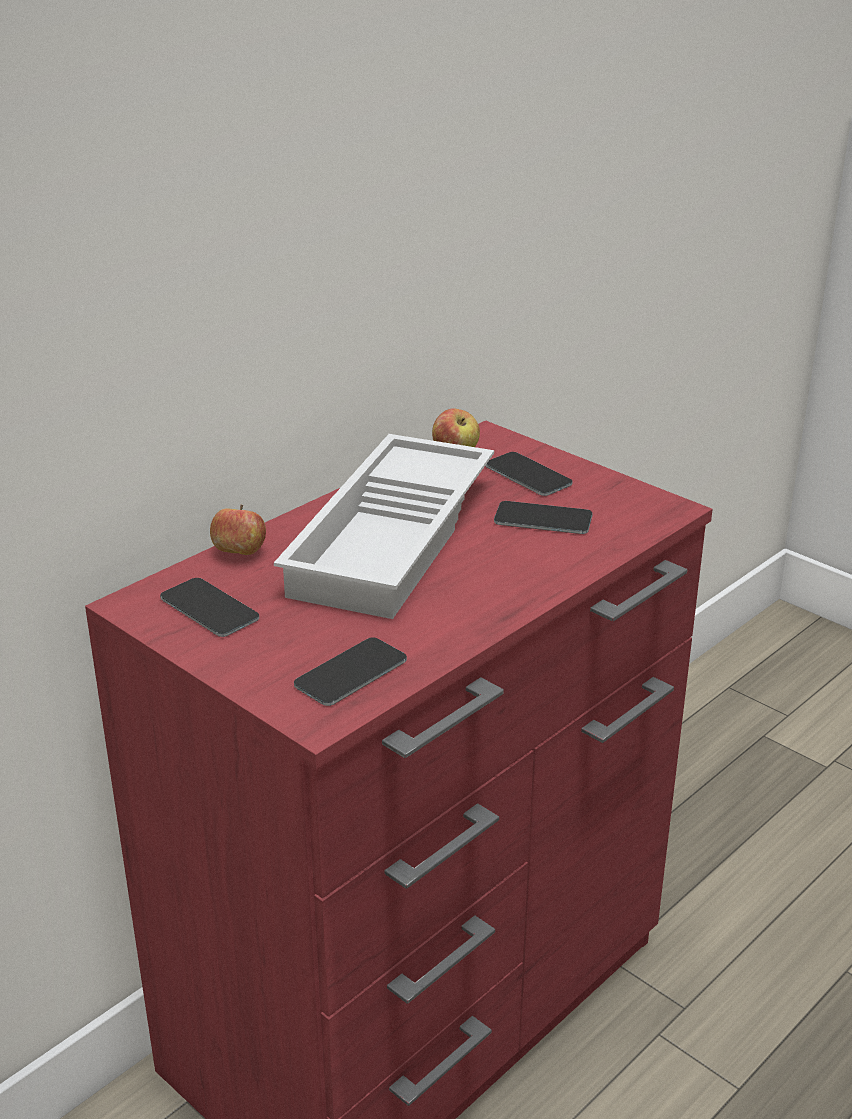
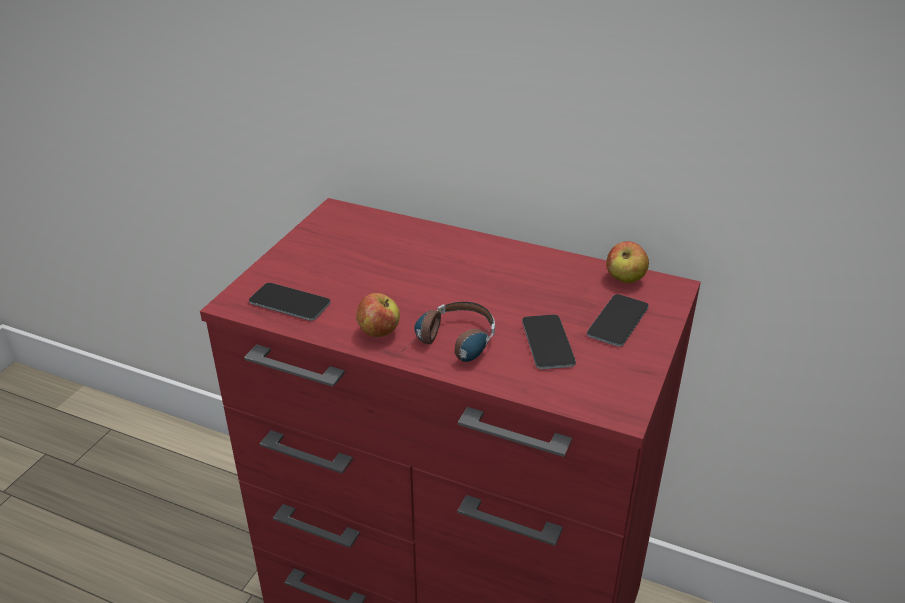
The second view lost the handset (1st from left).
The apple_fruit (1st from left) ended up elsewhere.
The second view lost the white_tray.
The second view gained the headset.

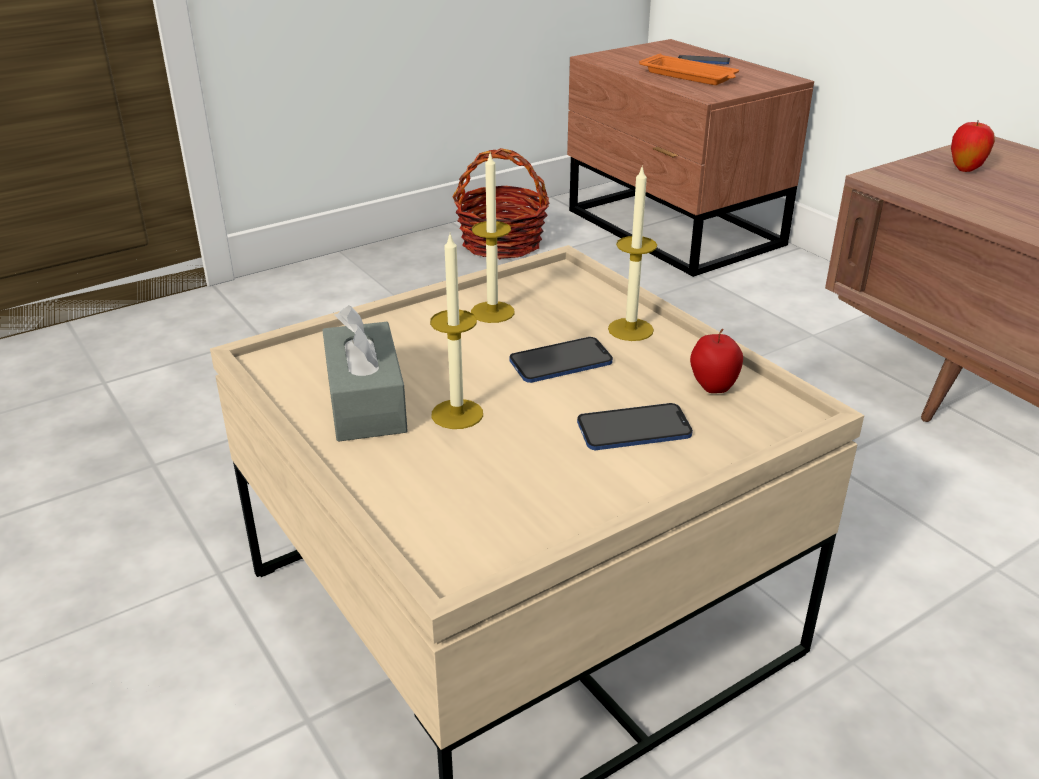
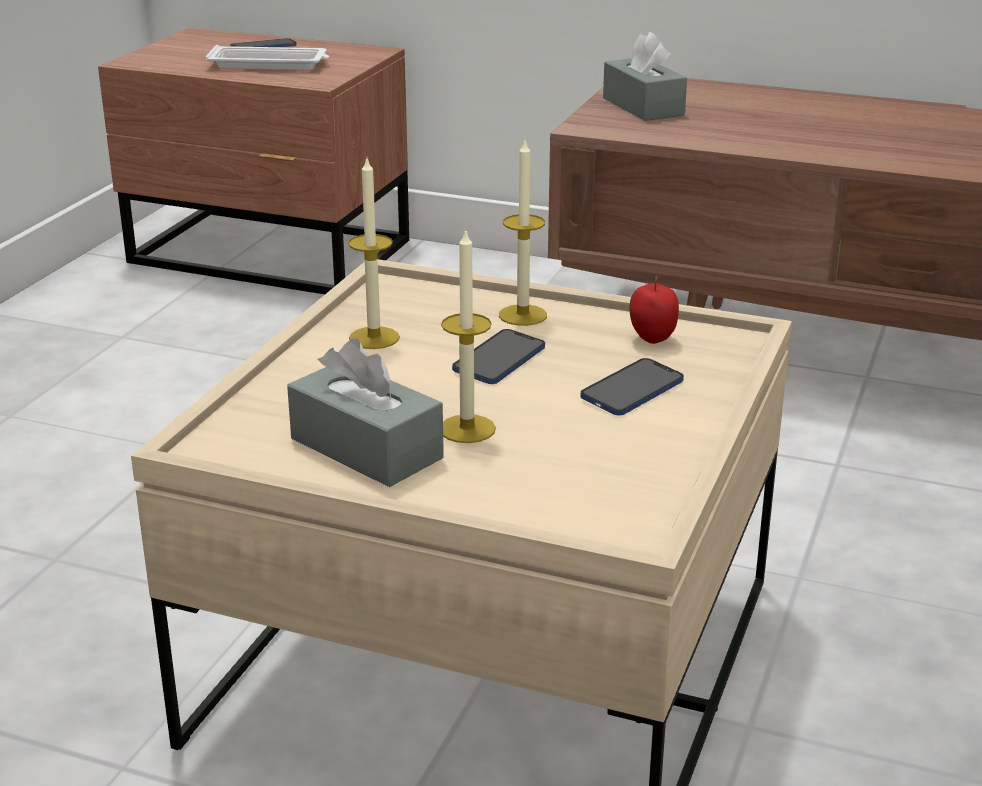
The second view lost the basket.
What was the orangey_tray turned into the white_tray.
Where the apple_fruit (2nd from left) stood, the grey_tissue_holder (2nd from left) came to stand.

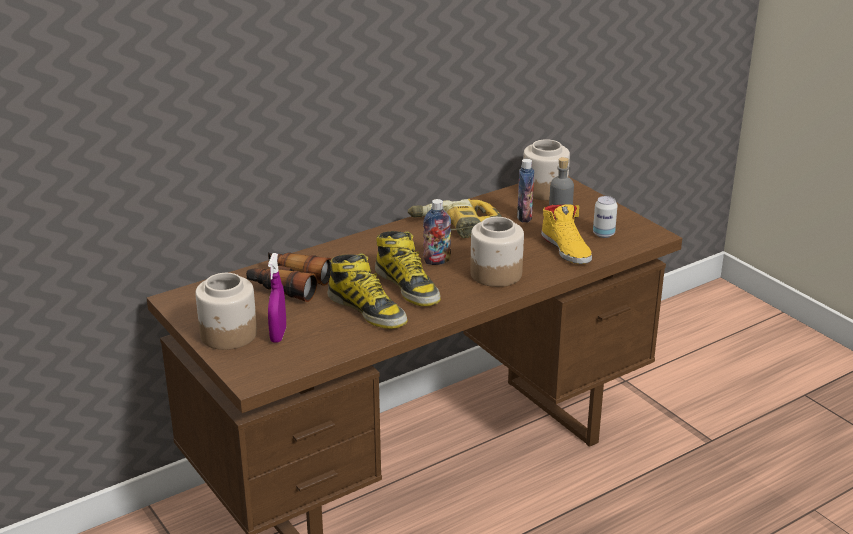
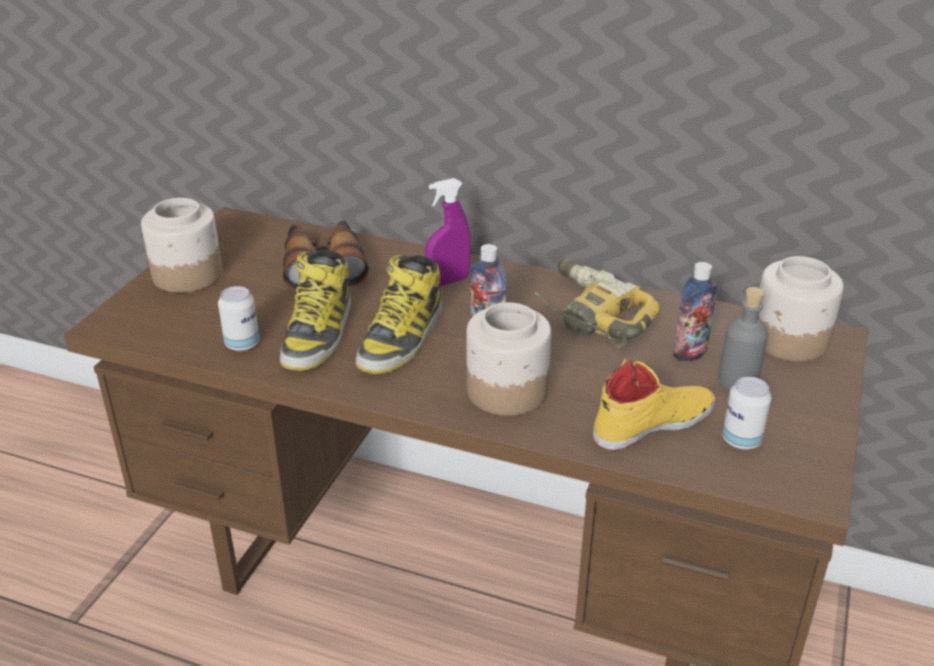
The purplish_spray_bottle ended up elsewhere.
The yellowish_low_shoe ended up facing another way, 150 degrees counterclockwise from before.
The second view gained the metal_can (1st from left).

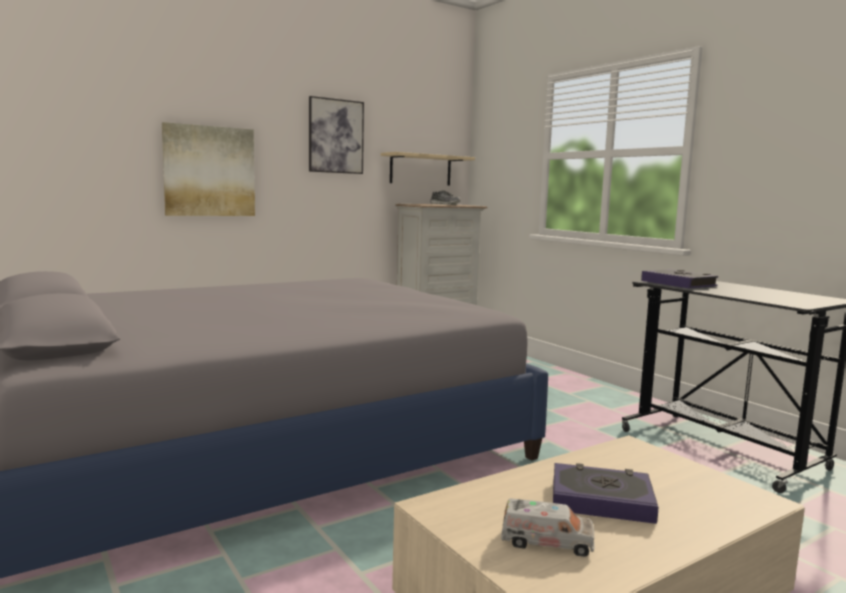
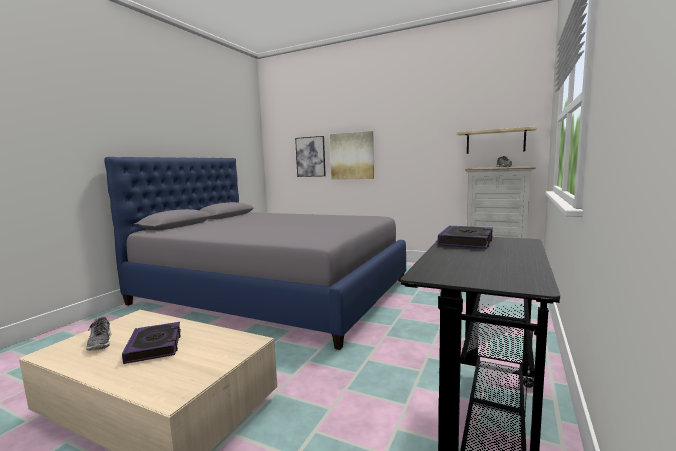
The wall_picture (2nd from left in the first image) ended up elsewhere.
Where the model_truck stood, the low_shoe (1st from left) came to stand.

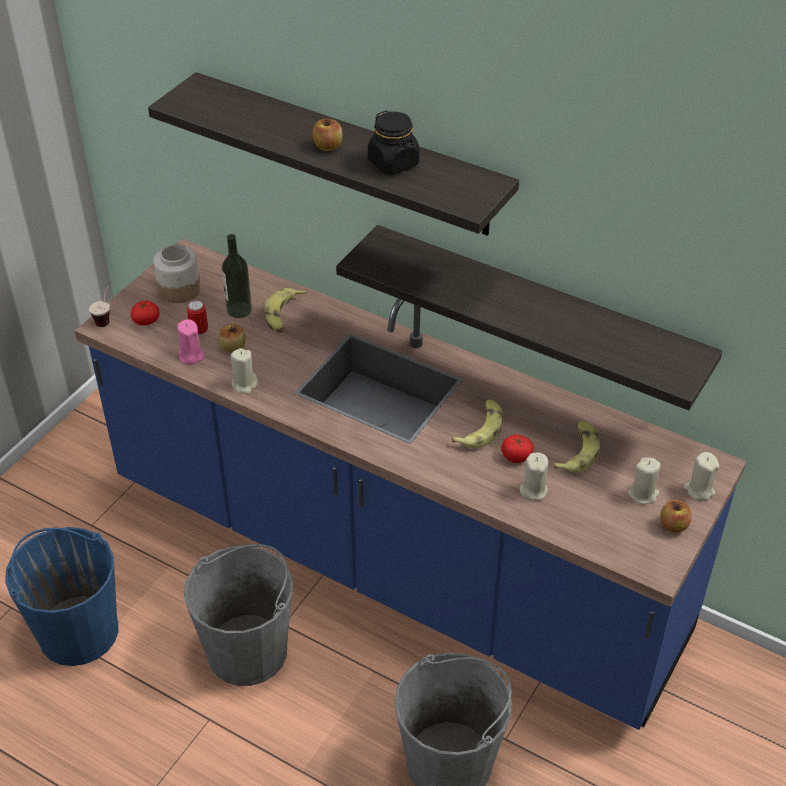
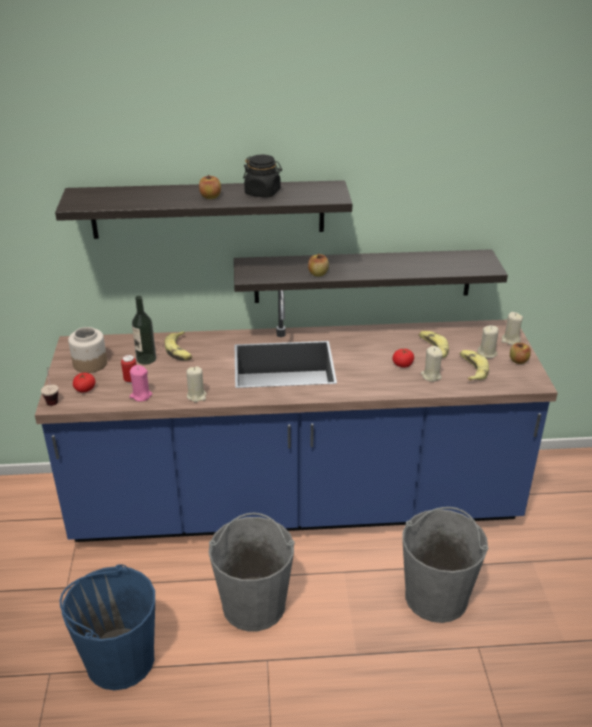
The apple_fruit (1st from left in the first image) ended up elsewhere.
The banana (2nd from left in the first image) ended up elsewhere.

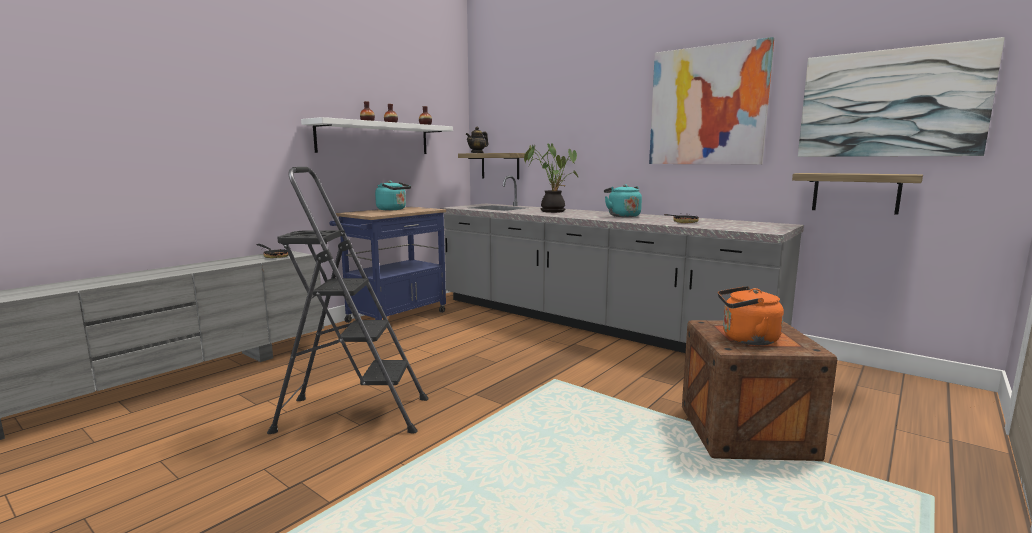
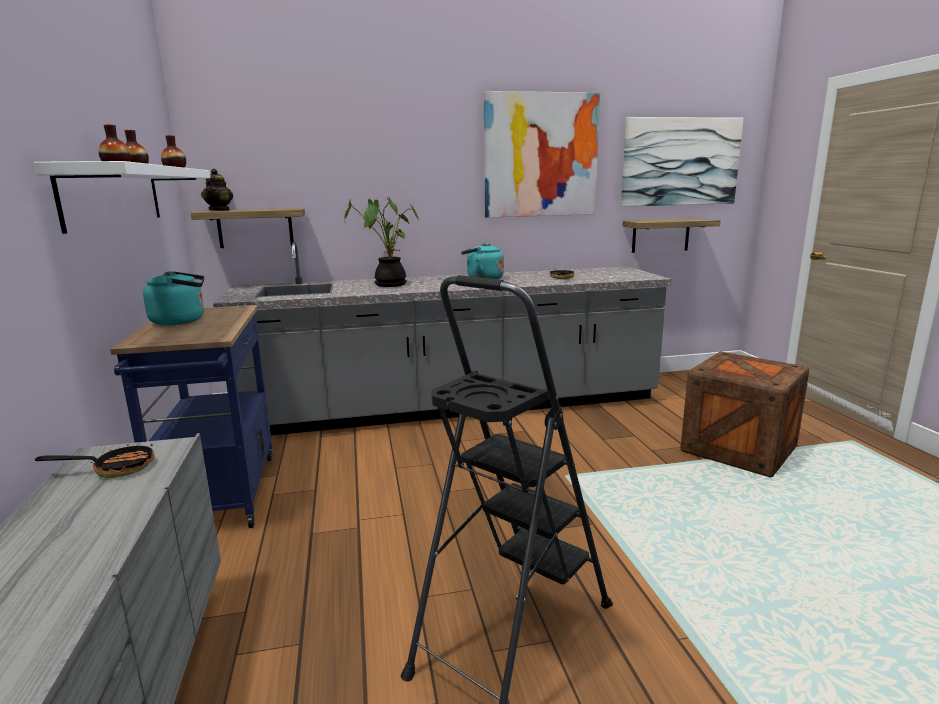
The second view lost the orangey_water_kettle.

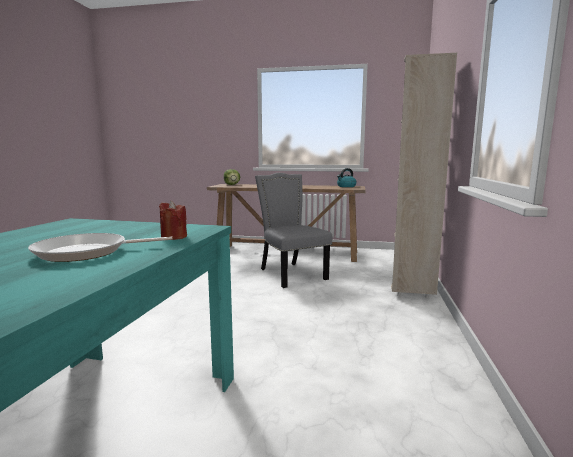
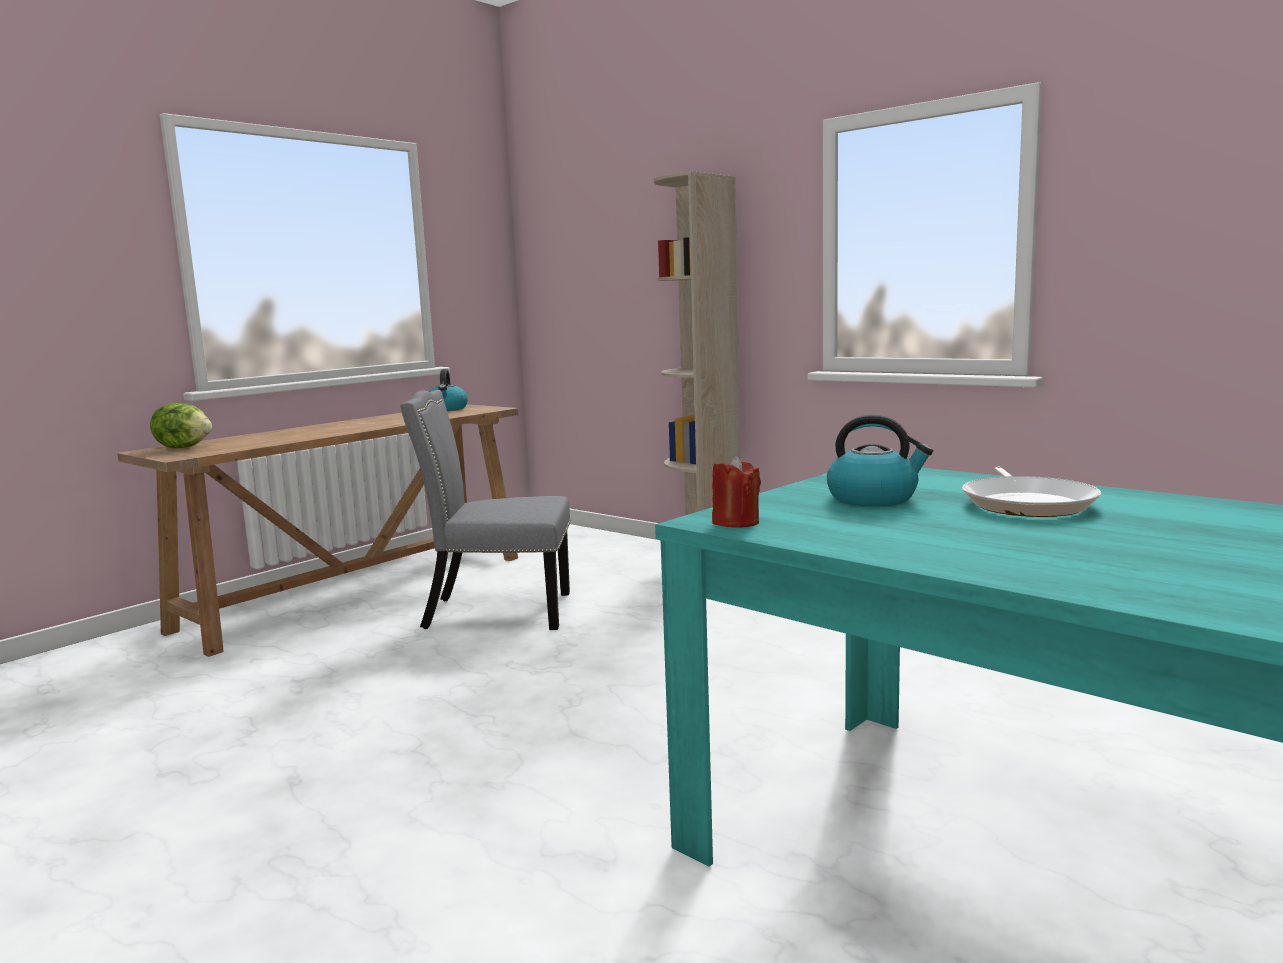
The red-coloured_wax_candle ended up elsewhere.
The second view gained the water_kettle (2nd from left).

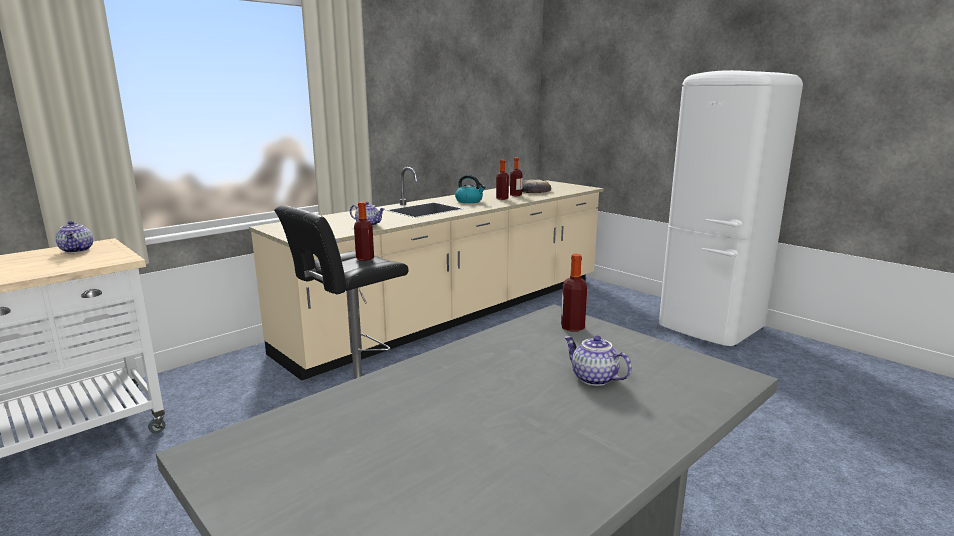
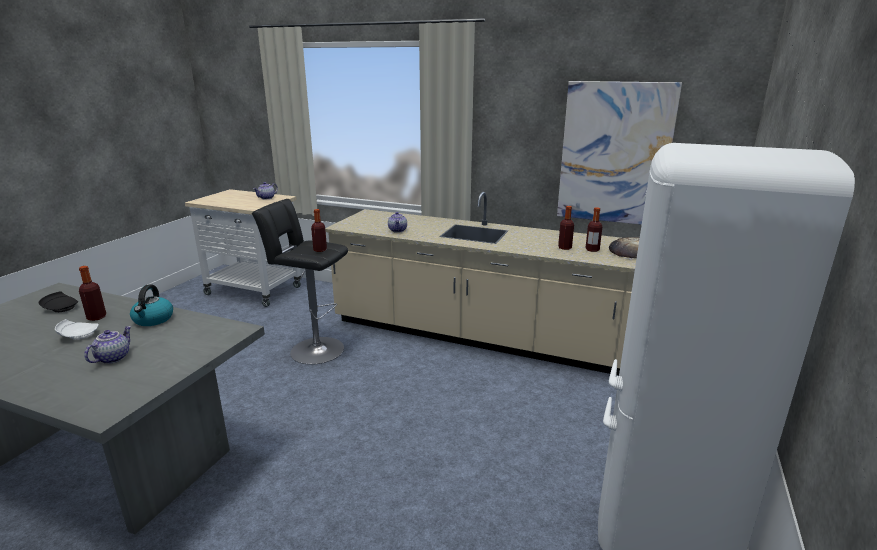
The water_kettle ended up elsewhere.
The drink_bottle (4th from left in the first image) ended up elsewhere.
The second view gained the black_flat_dish.
The second view gained the white_flat_dish.
The second view gained the wall_picture.

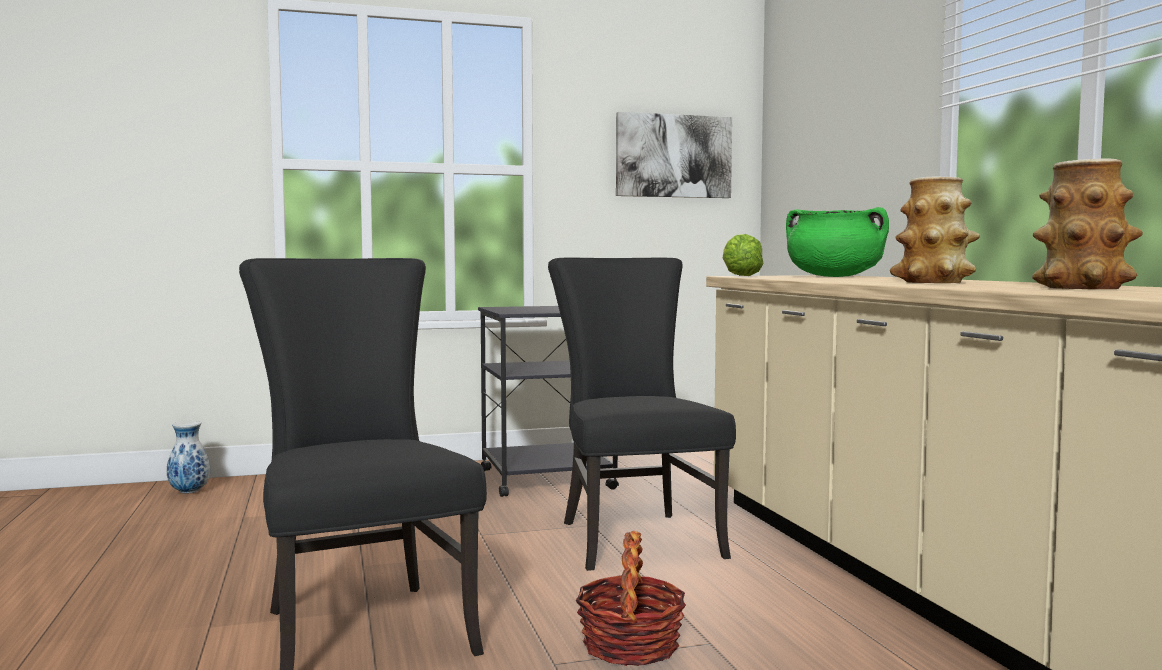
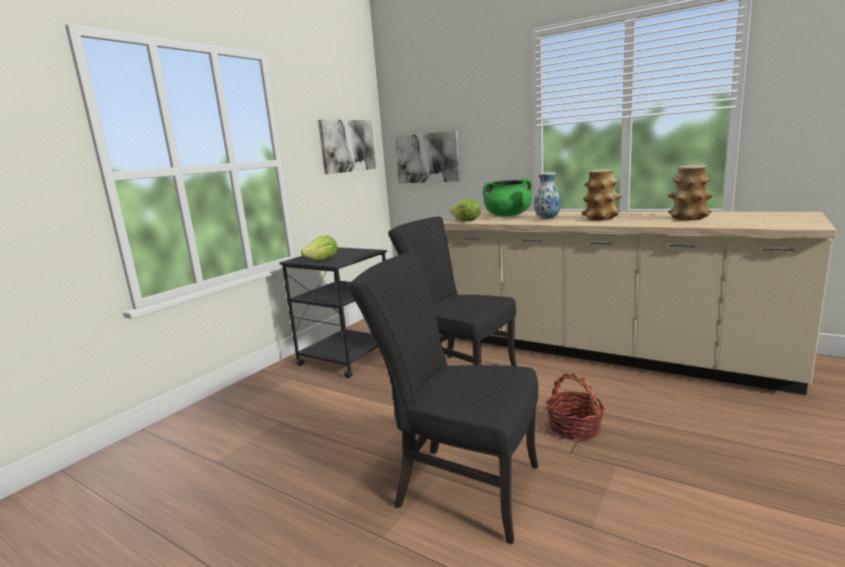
The vase (1st from left) ended up elsewhere.
The second view gained the head_of_lettuce (1st from left).
The second view gained the wall_picture (2nd from left).

